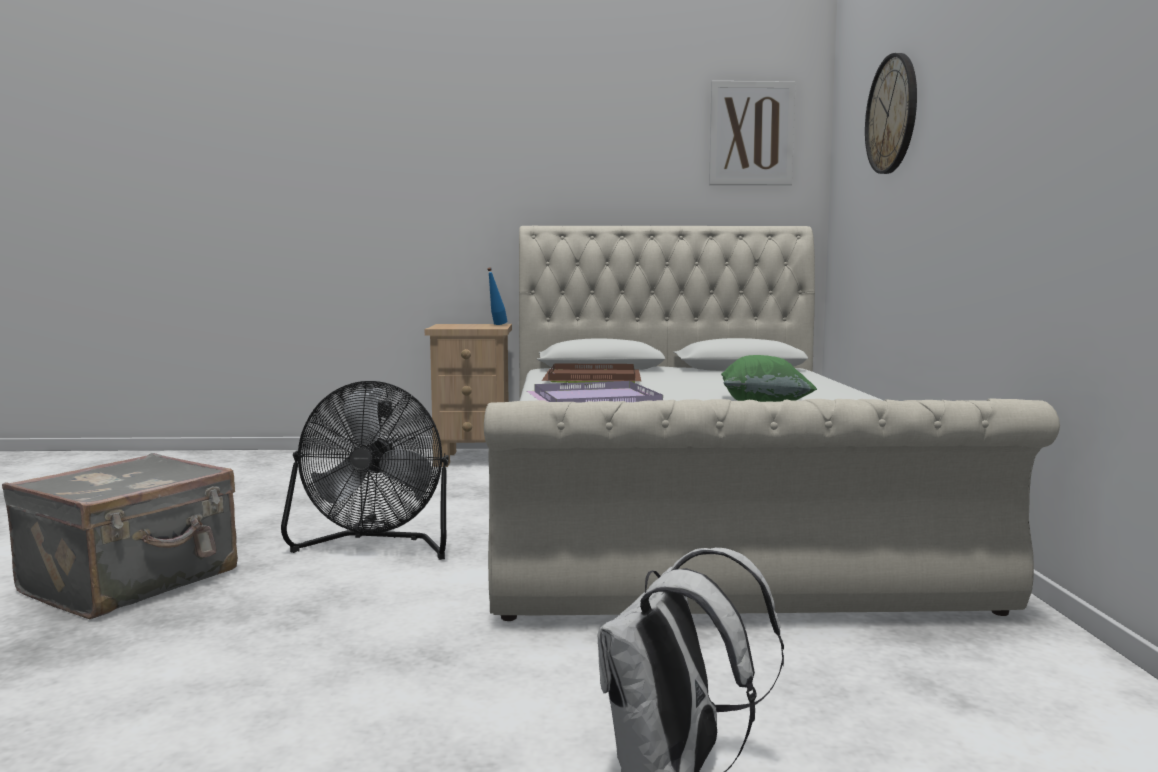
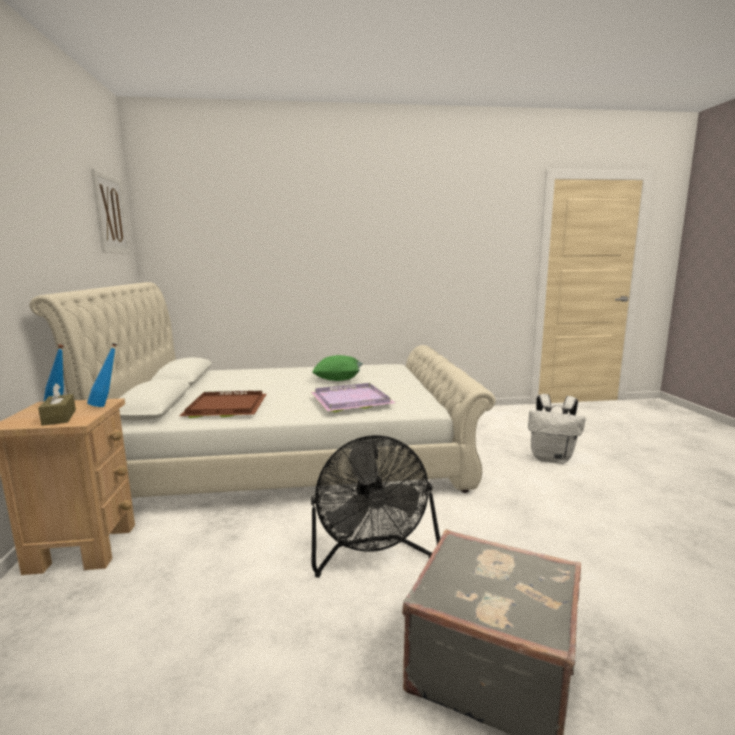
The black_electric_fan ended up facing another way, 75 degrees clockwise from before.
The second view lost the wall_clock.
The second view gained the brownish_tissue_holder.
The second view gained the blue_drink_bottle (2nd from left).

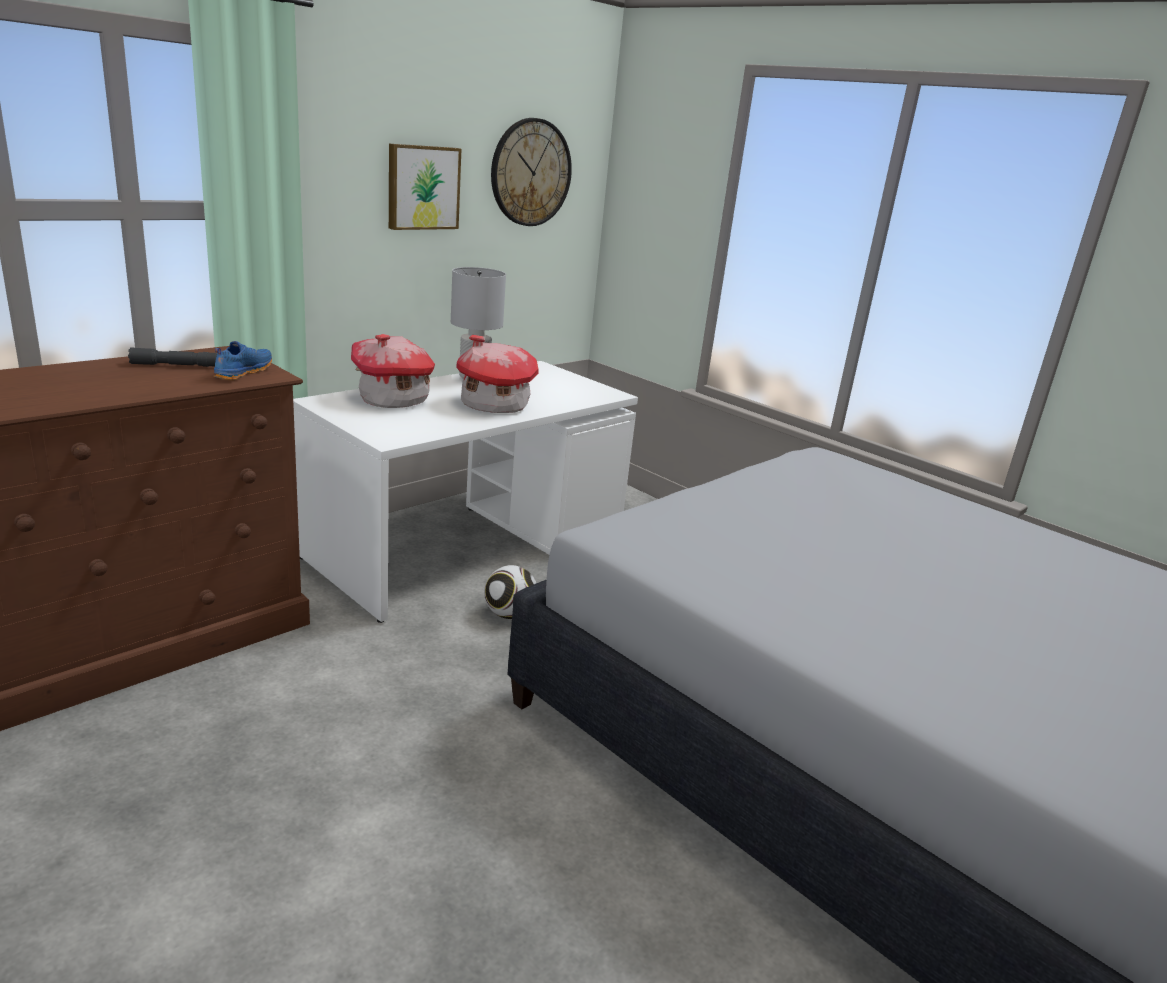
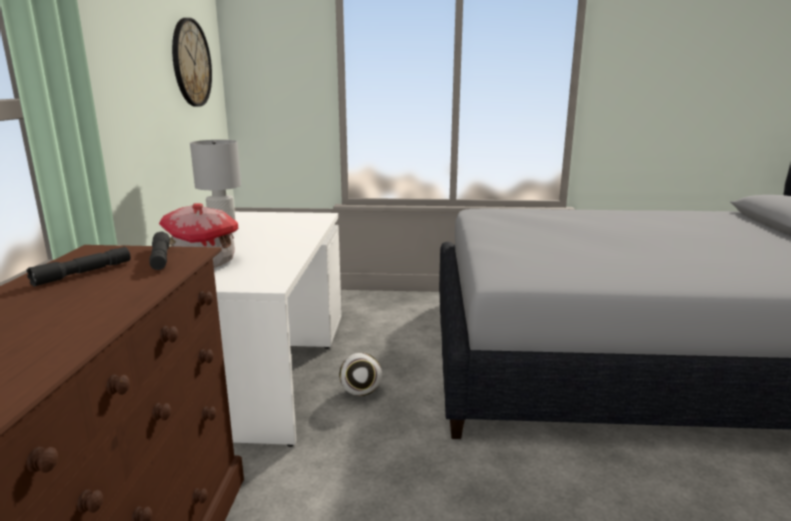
Where the blue_low_shoe stood, the grey_flashlight (2nd from left) came to stand.
The second view lost the wall_picture.
The second view lost the toy_house (2nd from left).

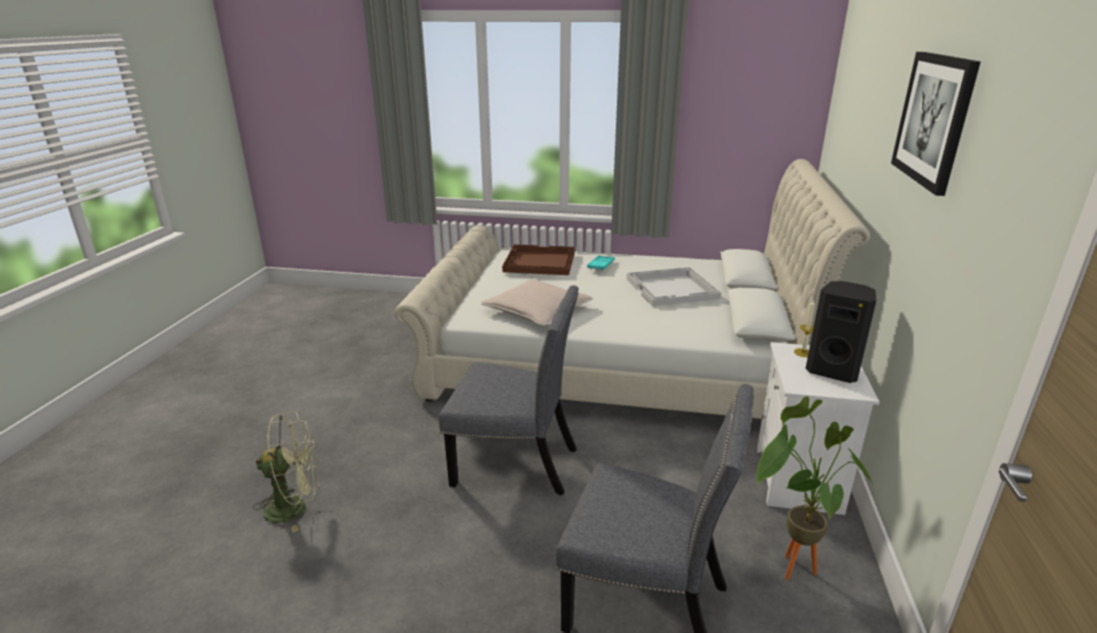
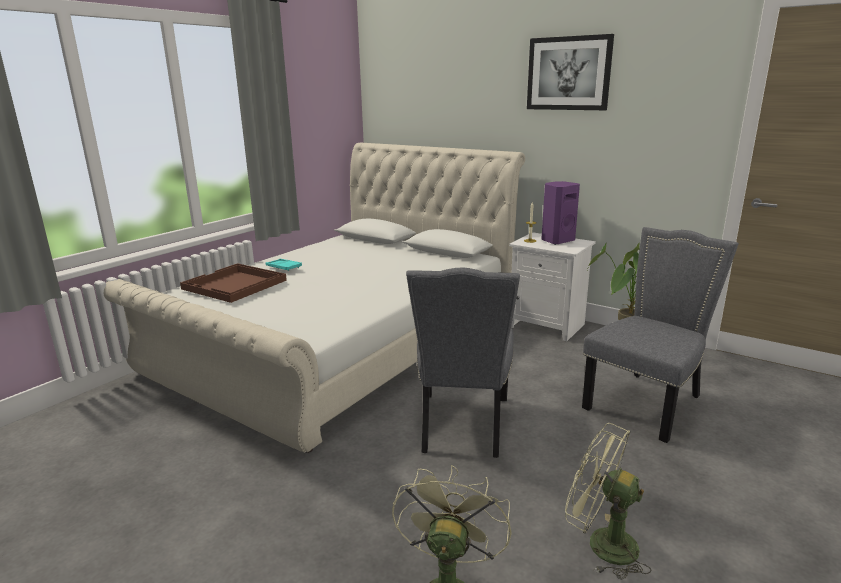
The grey_plain_chair (1st from left) ended up facing another way, 150 degrees clockwise from before.
The second view lost the beige_pillow.
The second view lost the white_tray.
What was the black_loudspeaker turned into the purplish_loudspeaker.
The second view gained the green_electric_fan (2nd from left).

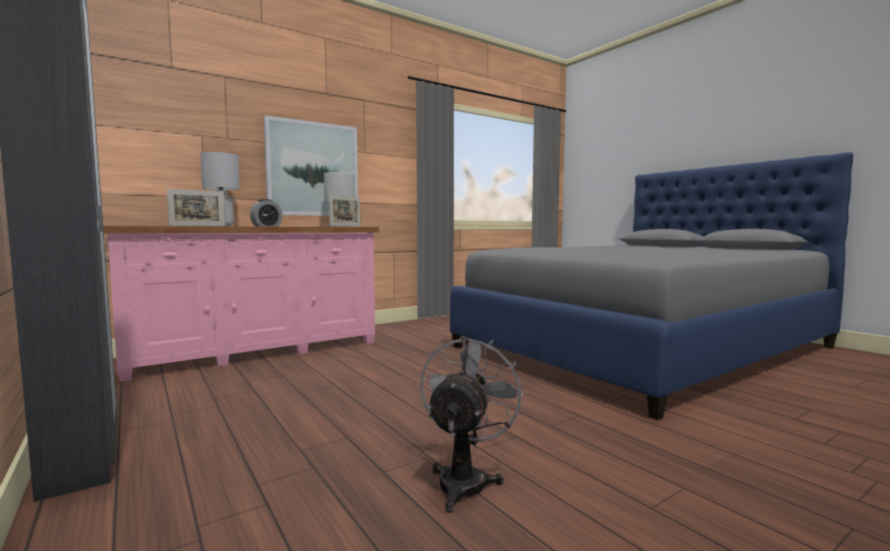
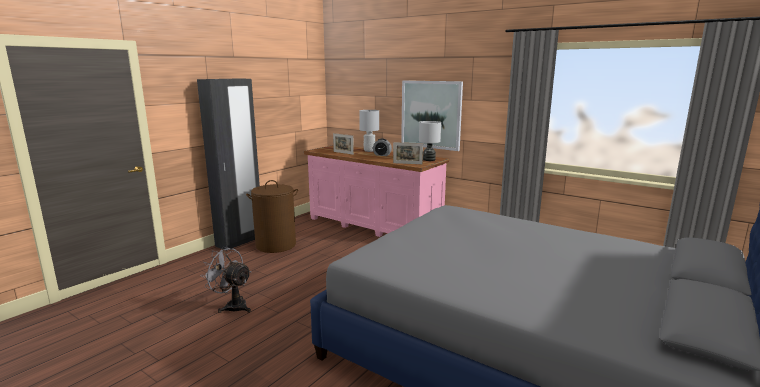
The grey_electric_fan ended up facing another way, 150 degrees counterclockwise from before.
The second view gained the brownish_washing_basket.

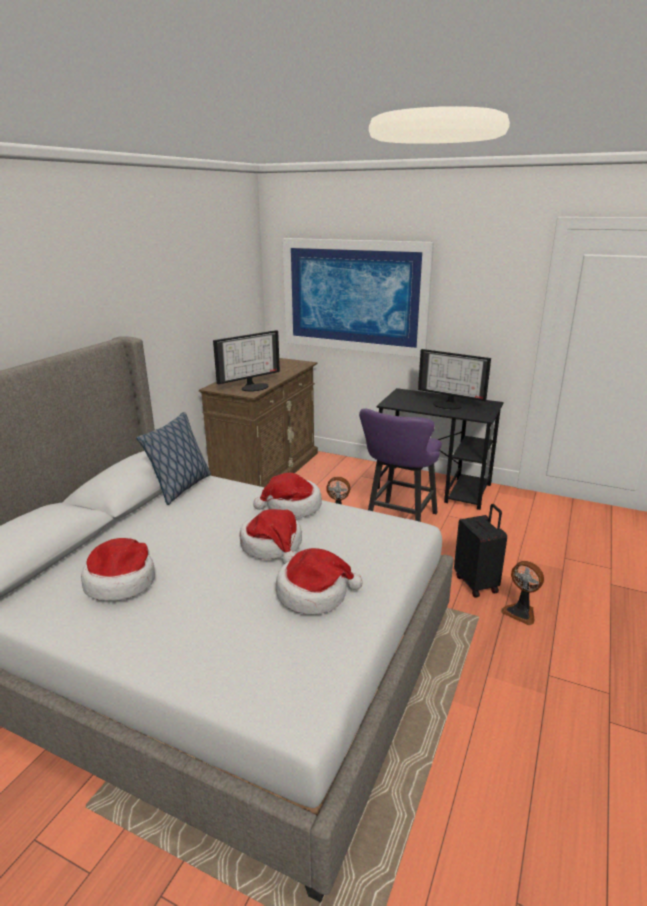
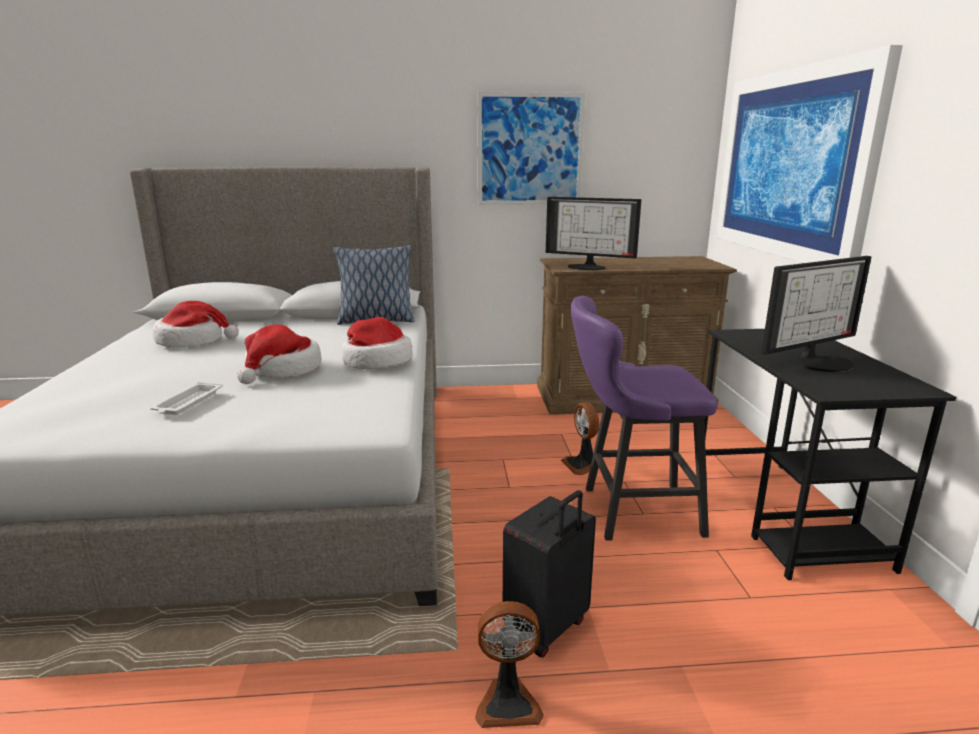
Where the clothing_hat (4th from left) stood, the white_tray came to stand.
The computer_display (2nd from left) ended up facing another way, 120 degrees counterclockwise from before.
The electric_fan (2nd from left in the first image) ended up facing another way, 105 degrees counterclockwise from before.
The second view gained the wall_picture (1st from left).

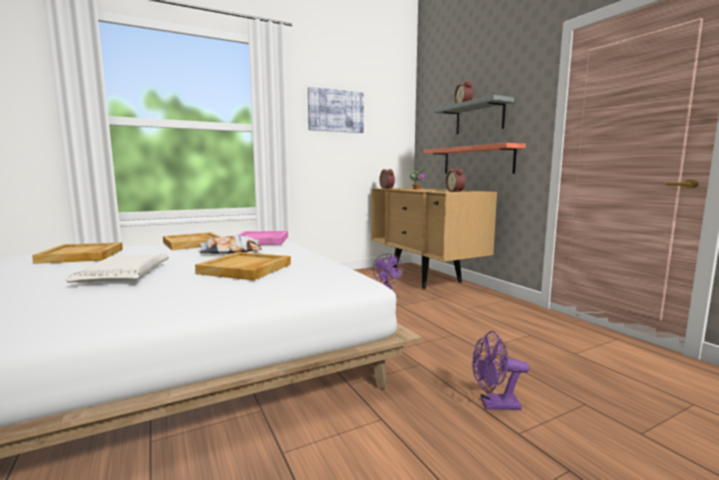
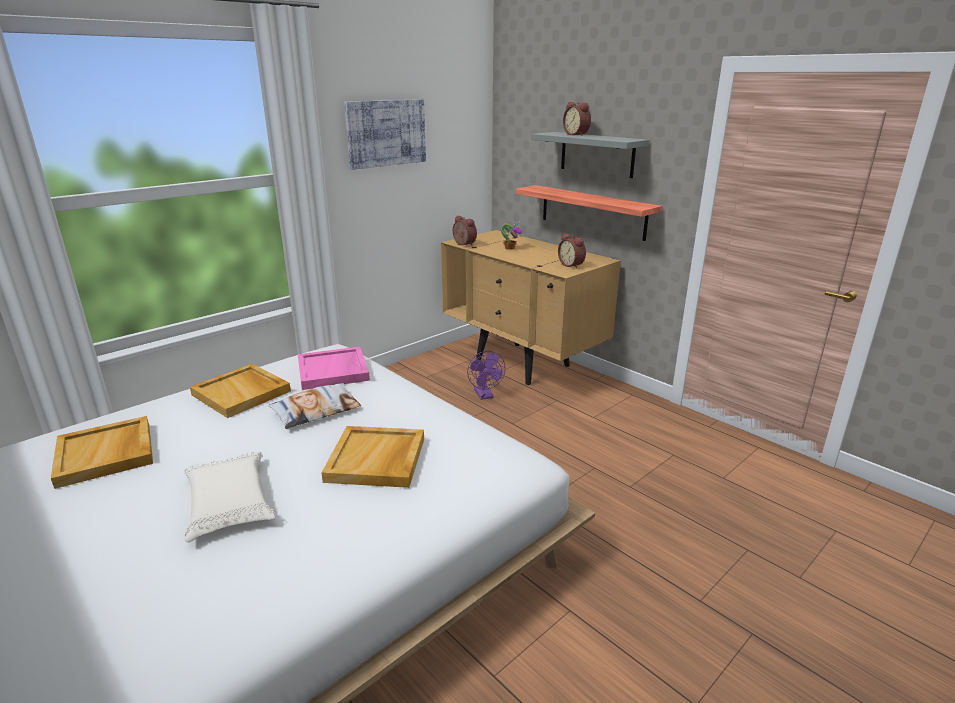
The second view lost the purplish_electric_fan (2nd from left).

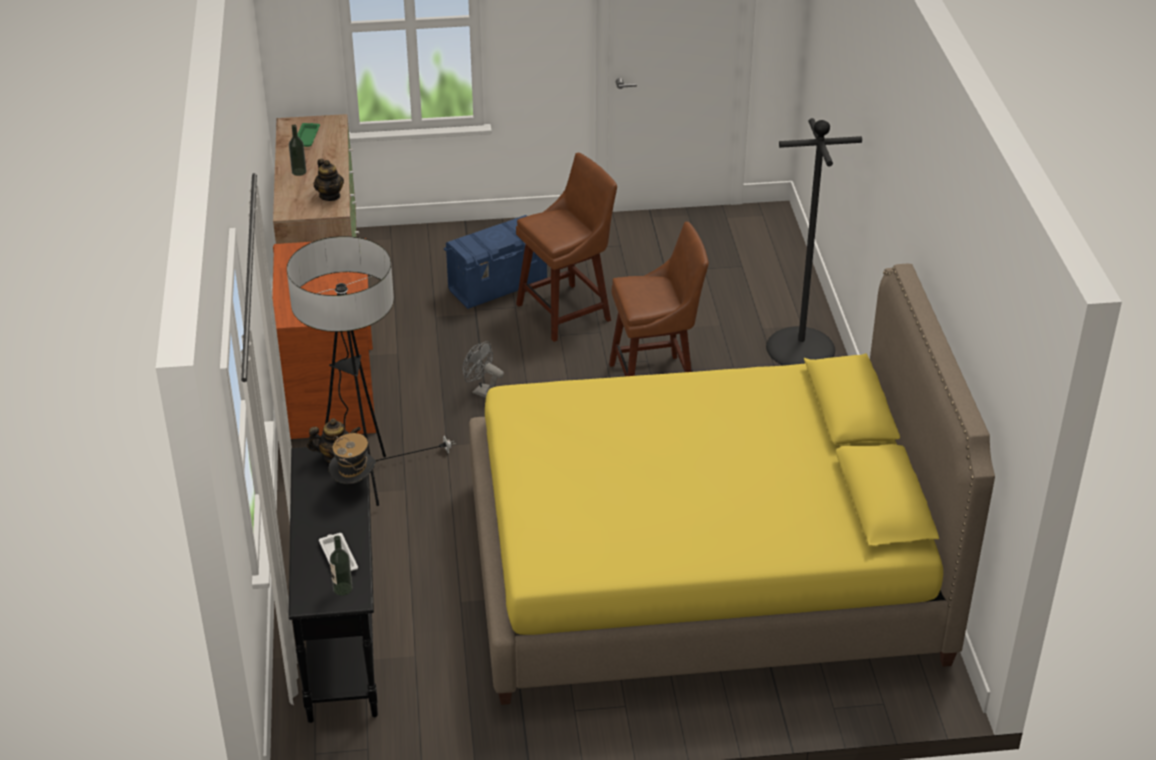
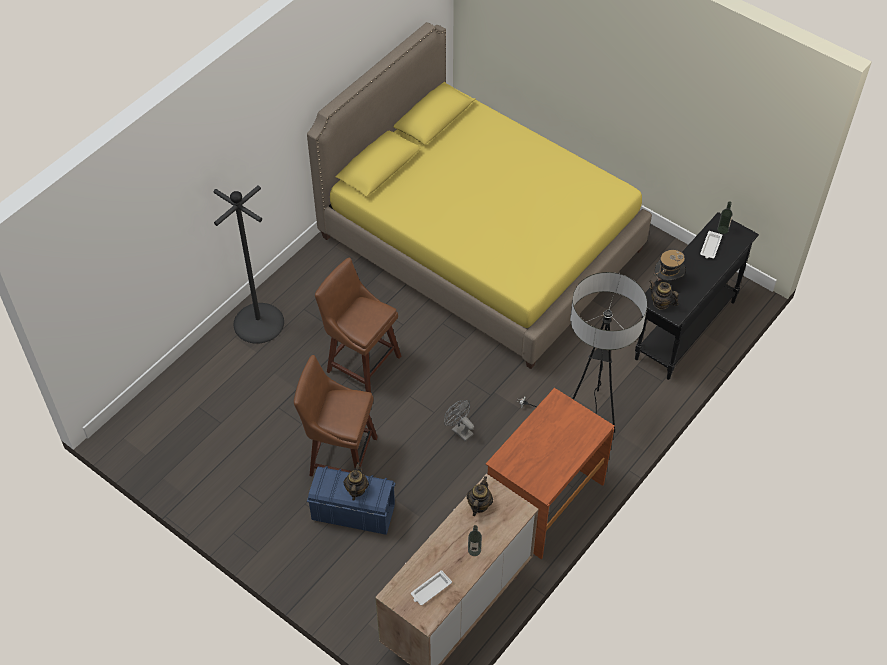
What was the green_tray turned into the white_tray (1st from left).
The grey_electric_fan ended up facing another way, 150 degrees clockwise from before.
The second view gained the tea_pot (1st from left).

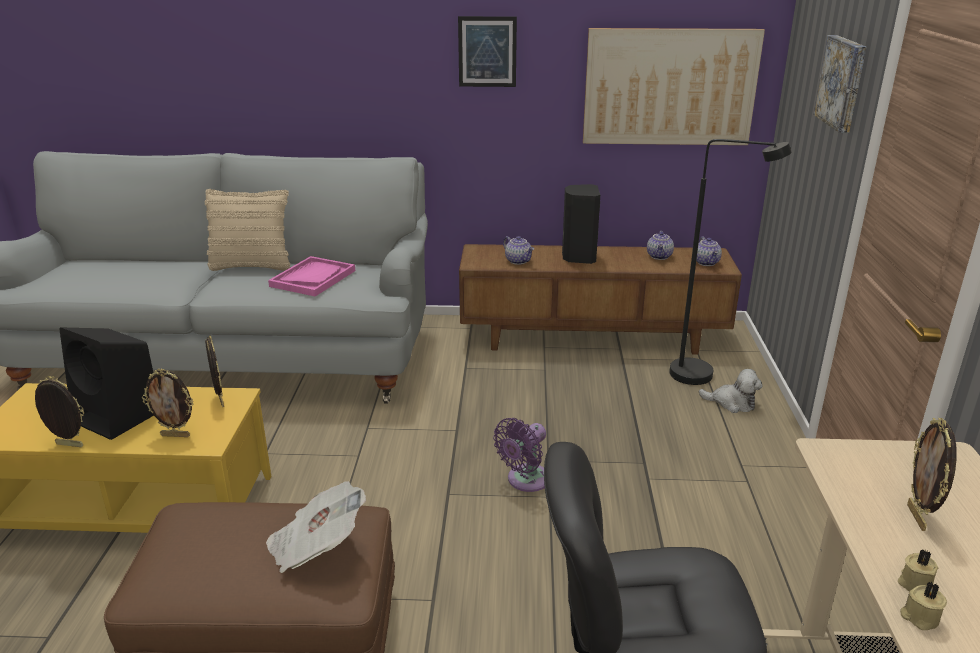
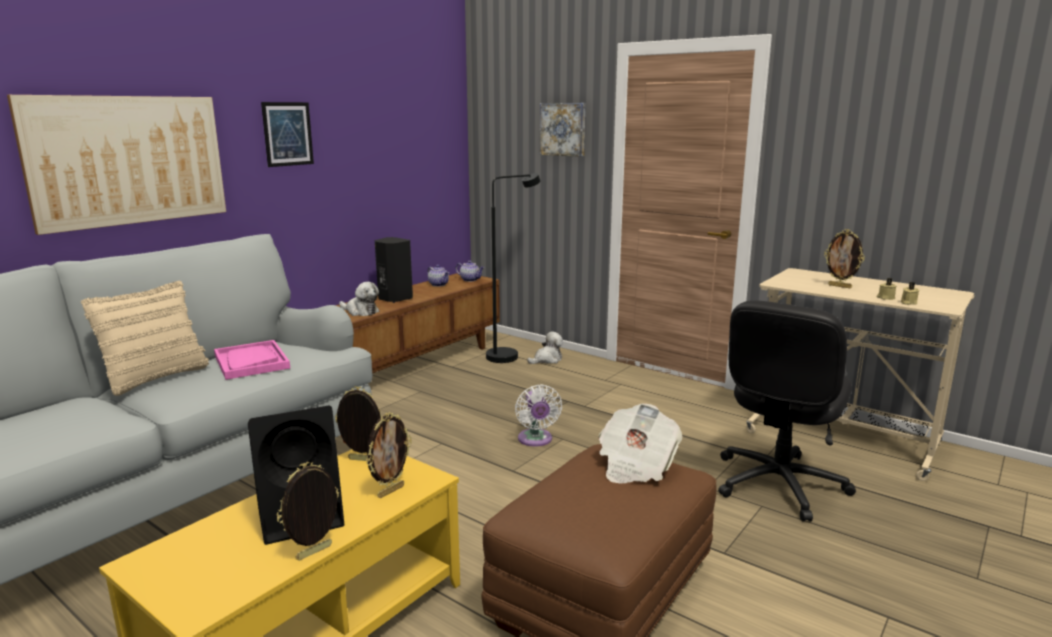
What was the purplish_electric_fan turned into the white_electric_fan.
Where the tea_pot (1st from left) stood, the plush_toy (1st from left) came to stand.
The wall_picture (2nd from left in the first image) ended up elsewhere.

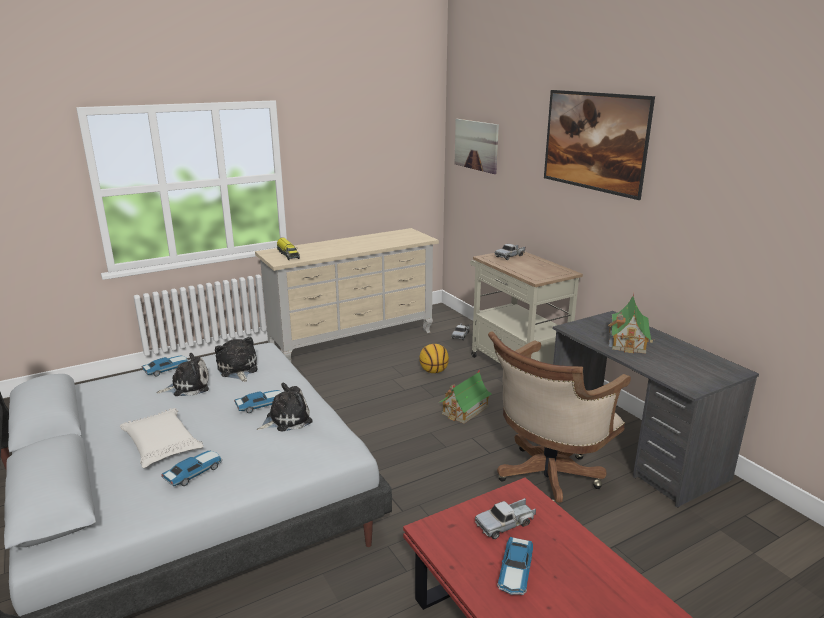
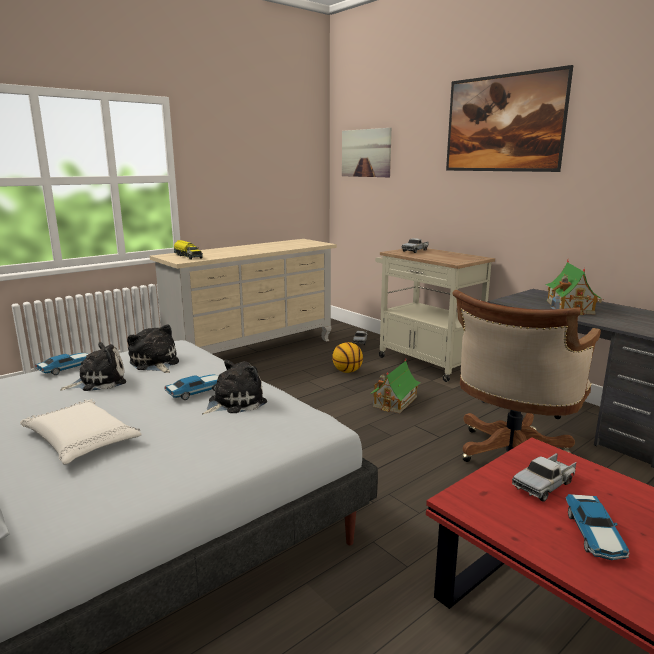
The second view lost the model_car (2nd from left).

